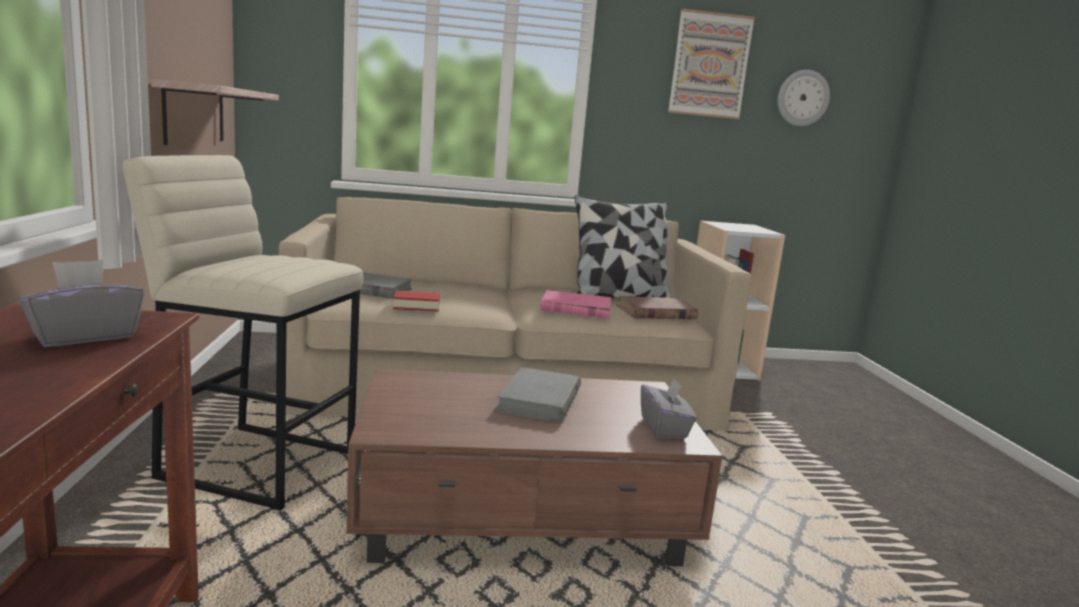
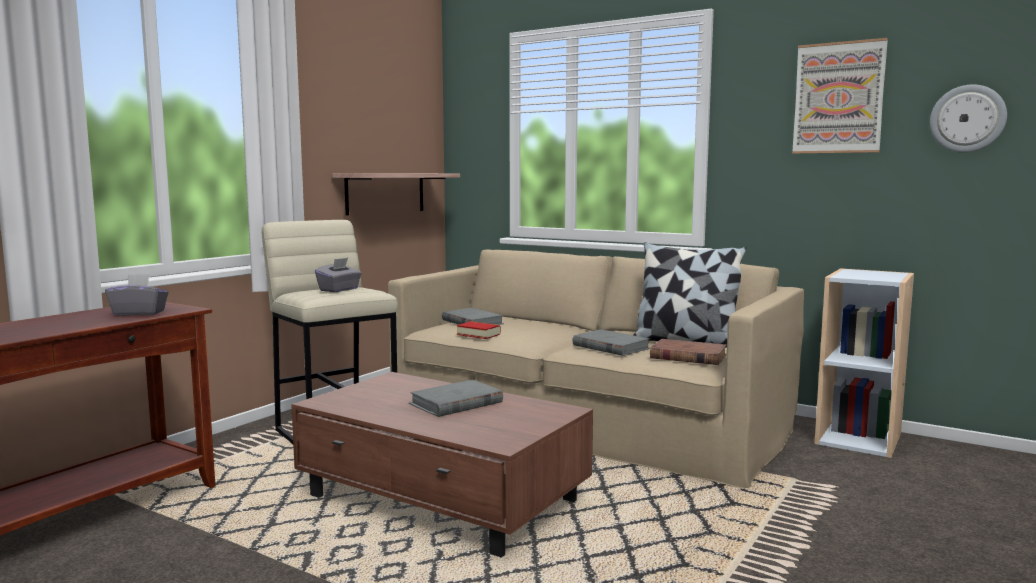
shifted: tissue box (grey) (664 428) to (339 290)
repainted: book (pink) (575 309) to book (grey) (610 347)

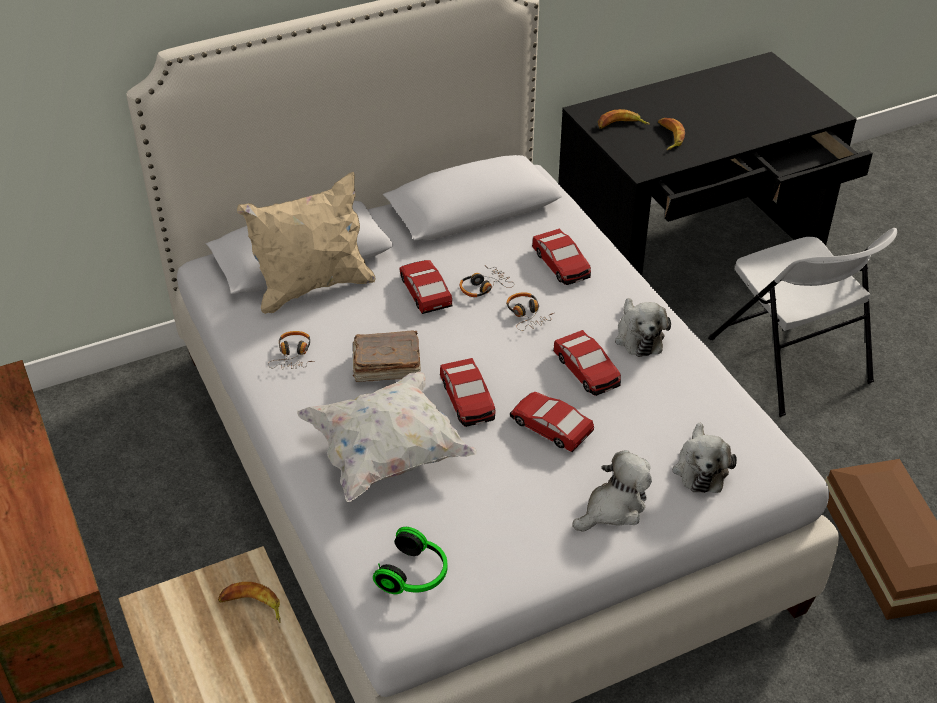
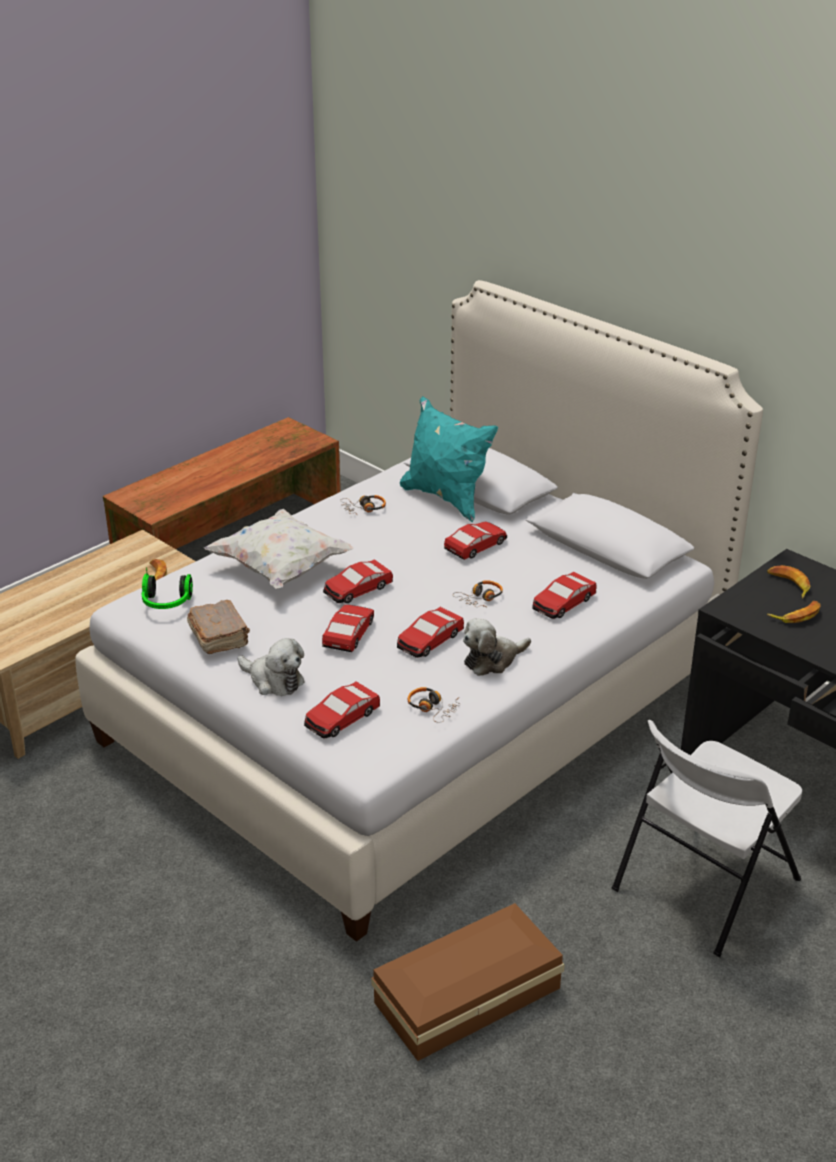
shifted: book (brown) (386 367) to (219 637); headphones (484 287) to (432 708)
swapped: plush toy (700 468) to toy car (342 718)
repainted: pillow (beige) (312 287) to pillow (turquoise) (446 498)

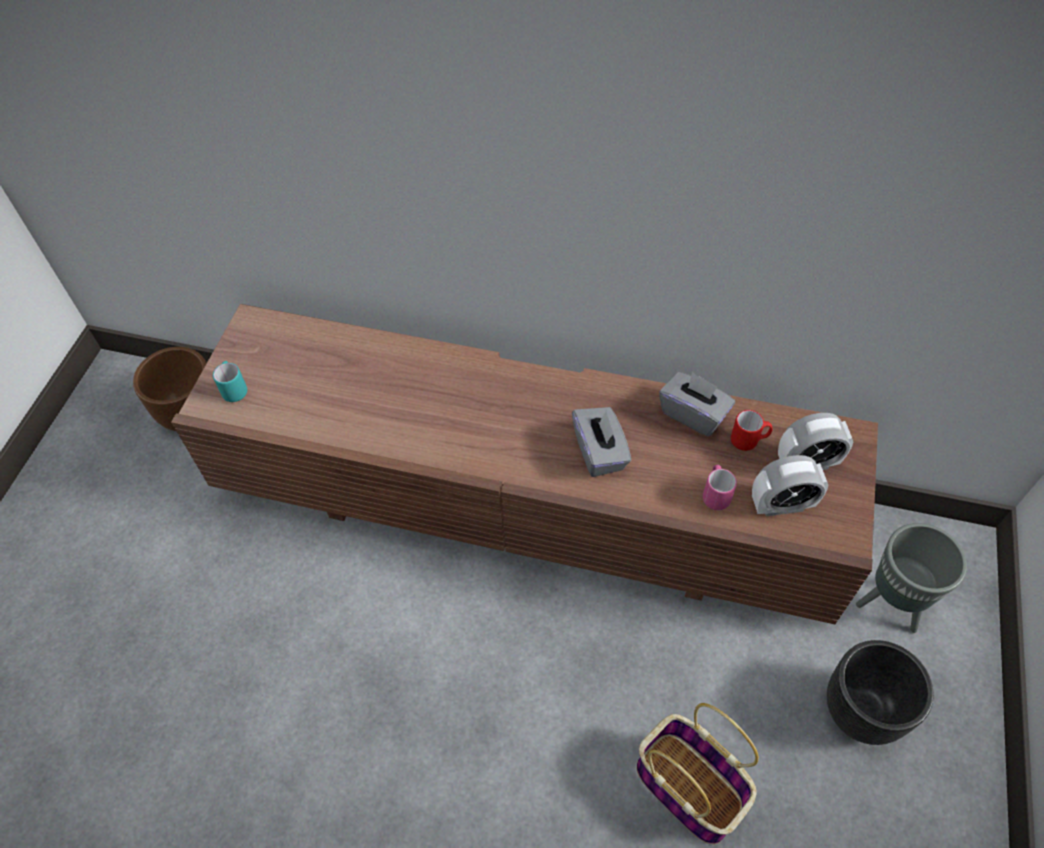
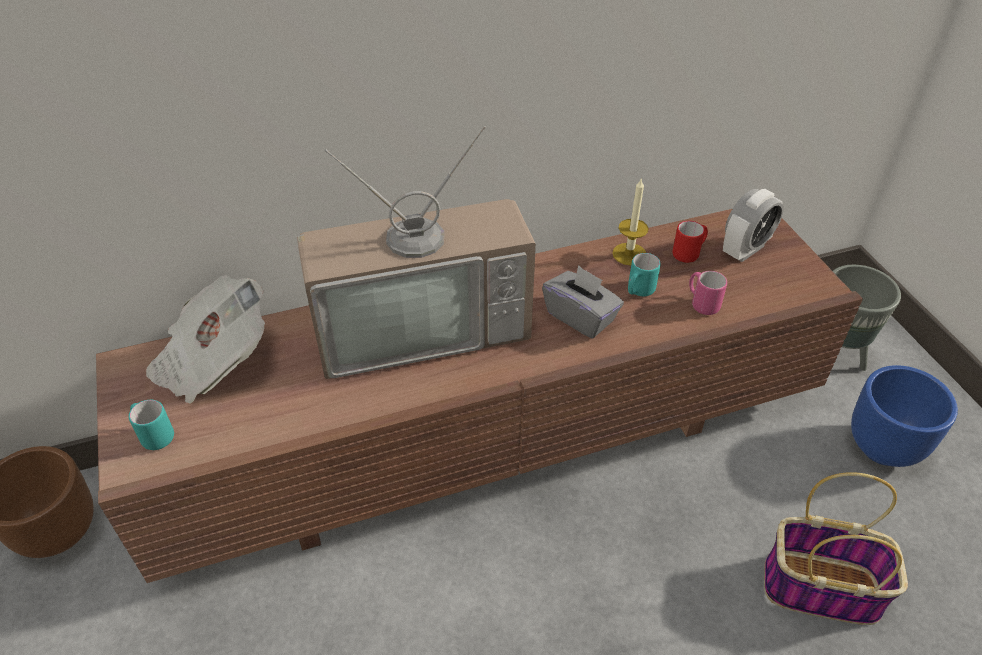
gone: alarm clock (781 505)
new: newspaper (213 361); television (422 324); mug (turquoise) (638 291)
swapped: tissue box (grey) (693 414) to candle (629 254)
repainted: planter (black) (861 711) to planter (blue) (883 447)

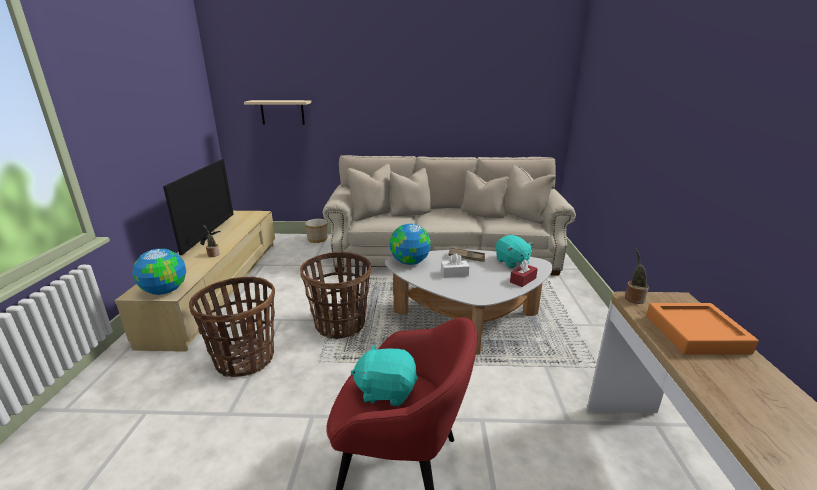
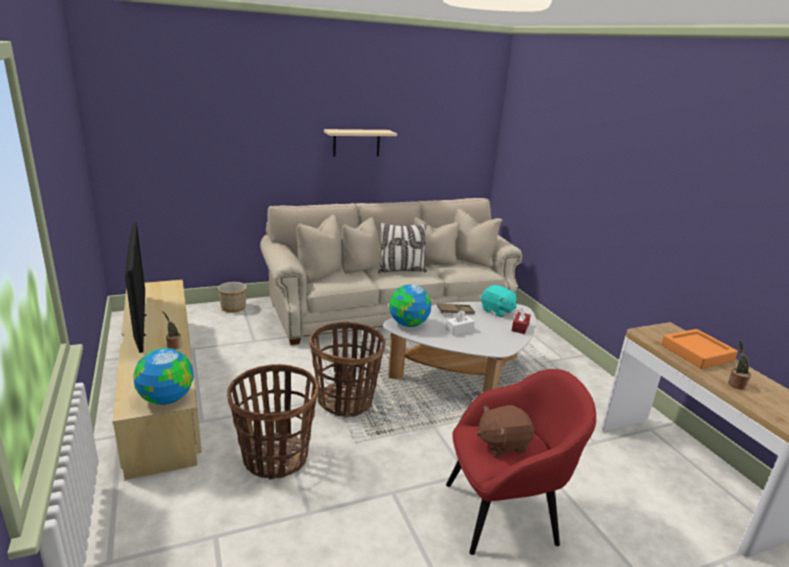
new: pillow (401 270)
shifted: shelf (beige) (282 112) to (356 143); potted plant (633 298) to (735 384)
repainted: plush toy (turquoise) (386 390) to plush toy (brown) (502 443)

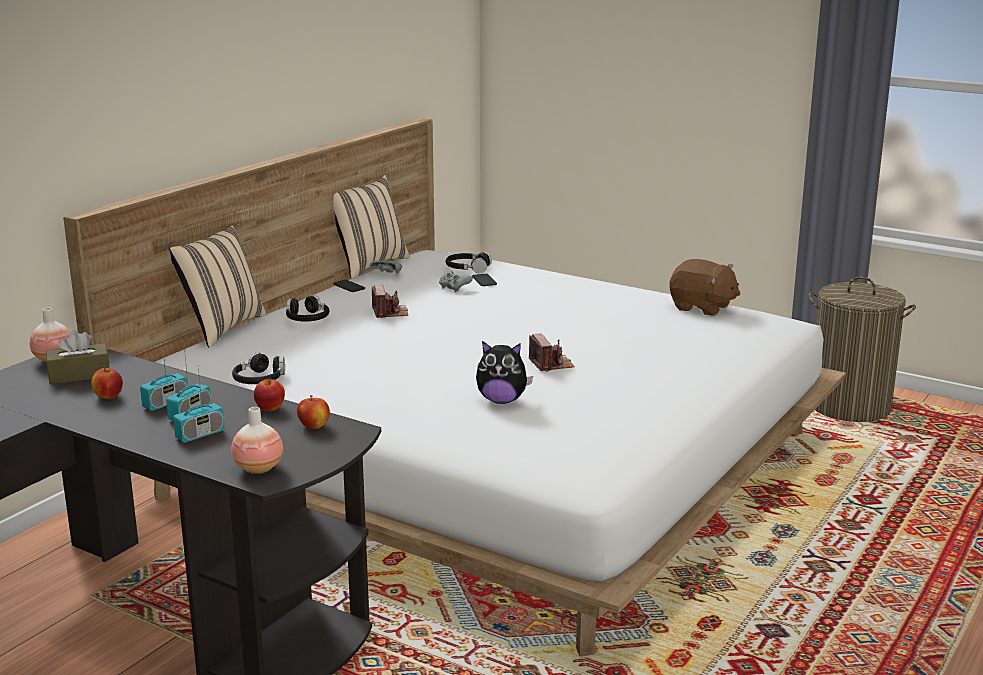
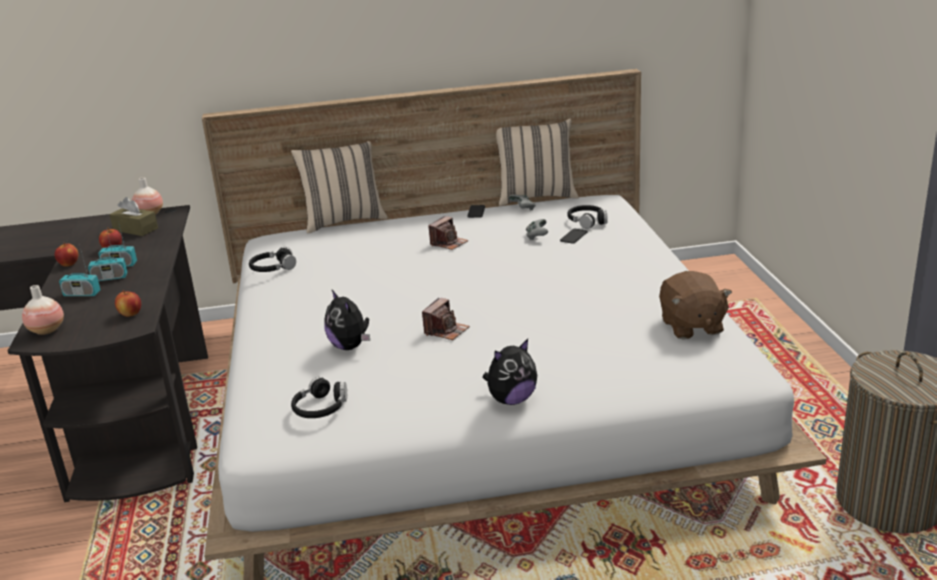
new: plush toy (511 400)
shifted: apple (270 408) to (69 264); headphones (black) (307 318) to (320 408)

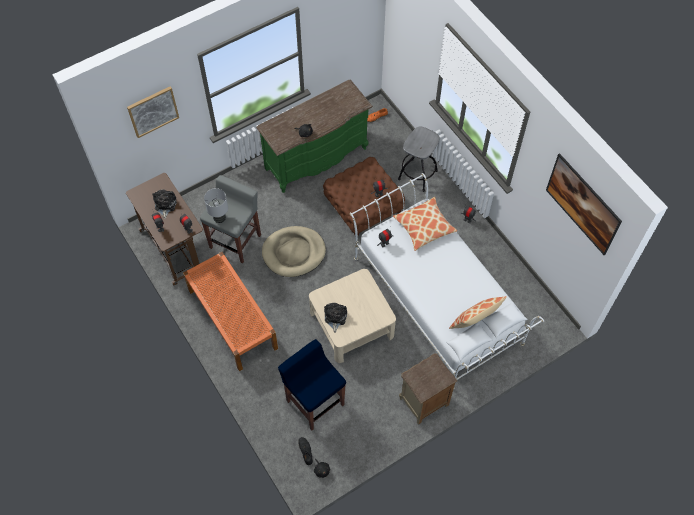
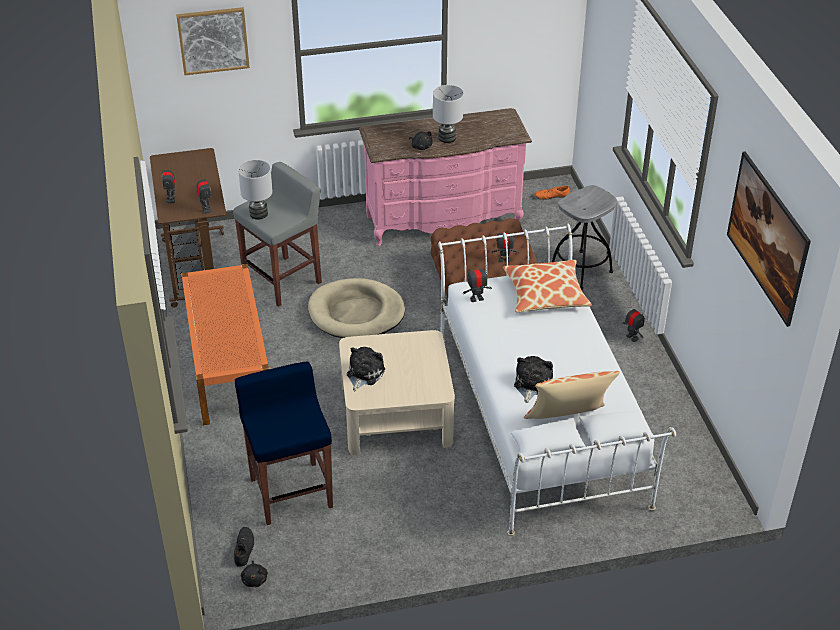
gone: nightstand (beige) (423 401)
new: table lamp (grey) (447 138)
shifted: plush toy (165 205) to (531 384)
repainted: dresser (green) (317 159) to dresser (pink) (444 222)

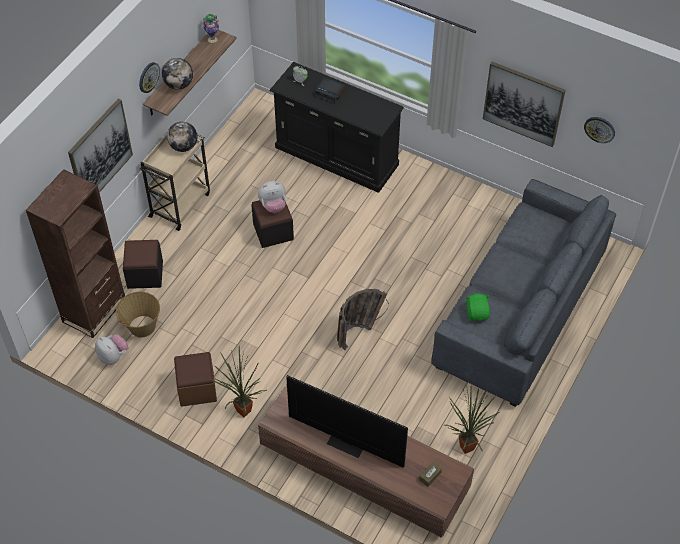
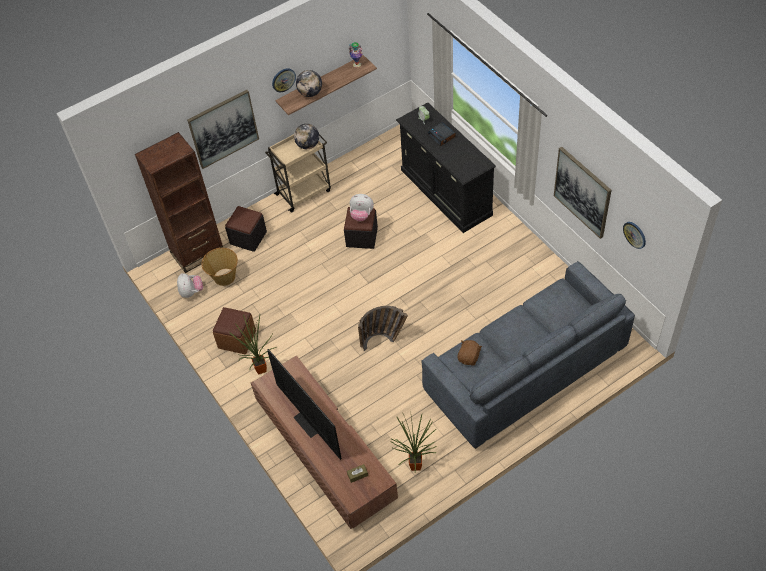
repainted: plush toy (green) (477 313) to plush toy (brown) (469 357)

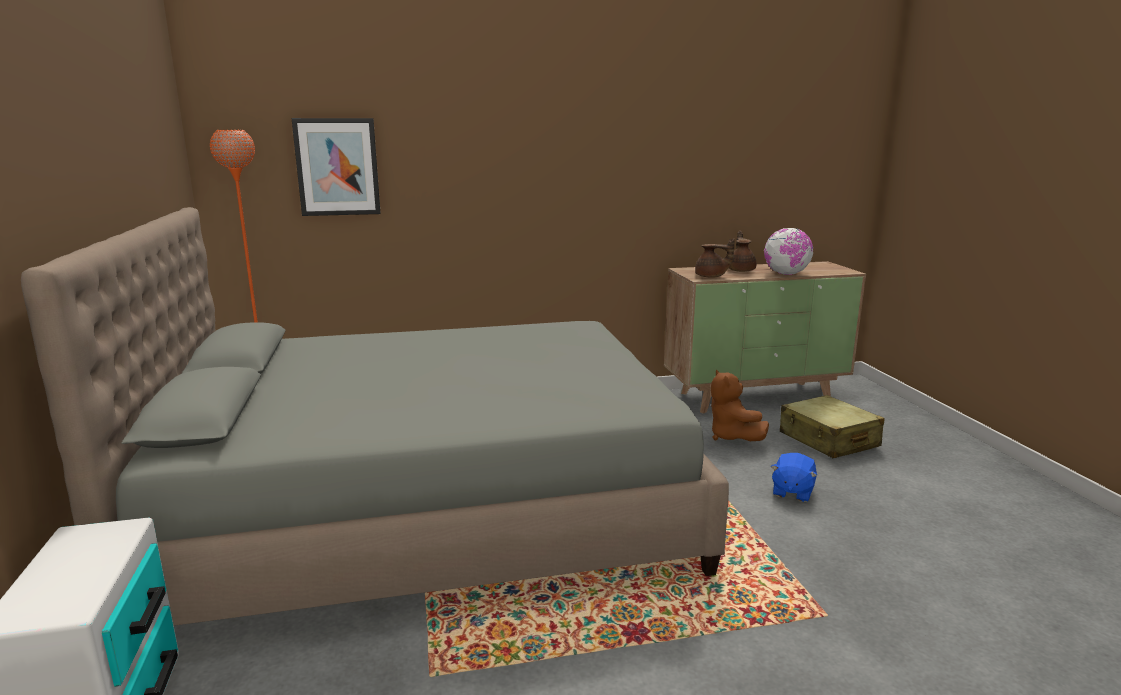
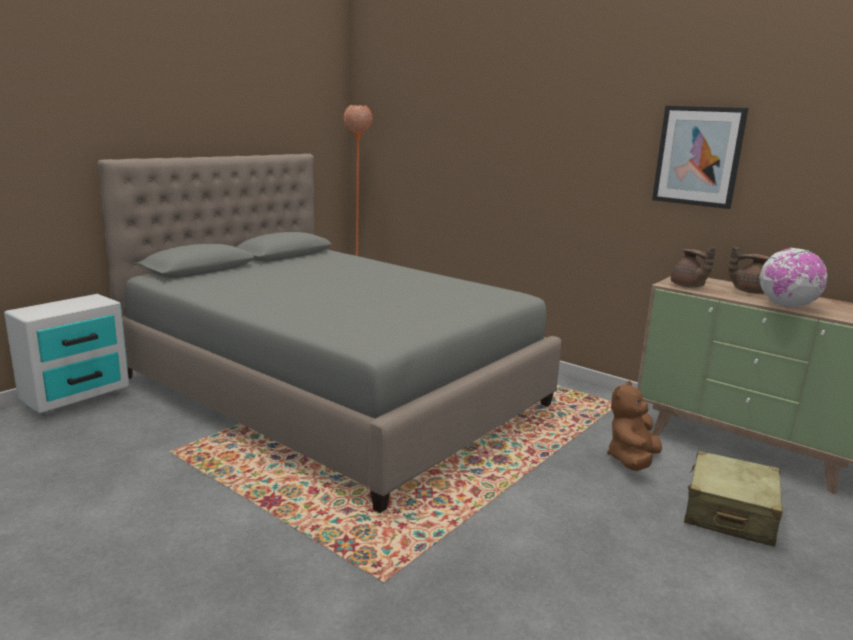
gone: plush toy (blue) (792 492)
shifted: picture (337 167) to (698 156)
rotated: teapot (brown) (741 270) = (748 291) 135 degrees counterclockwise

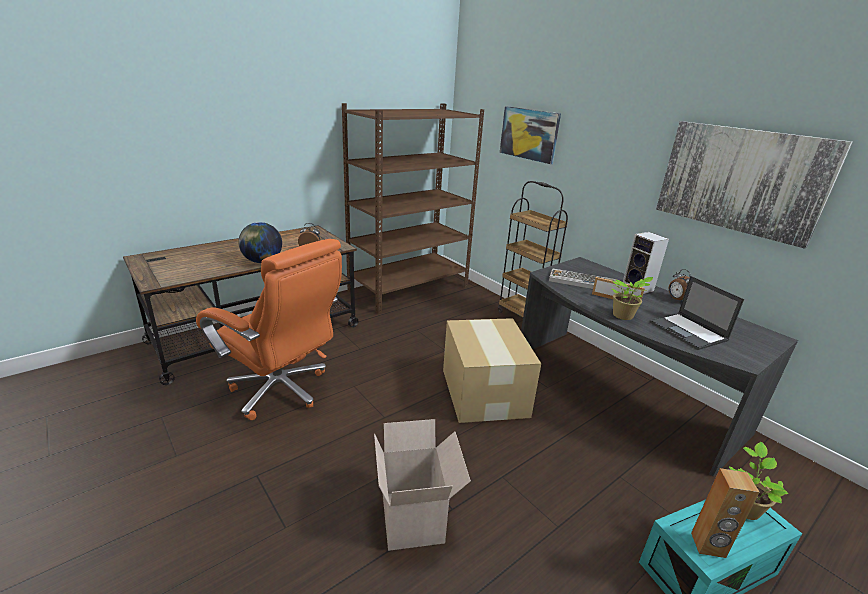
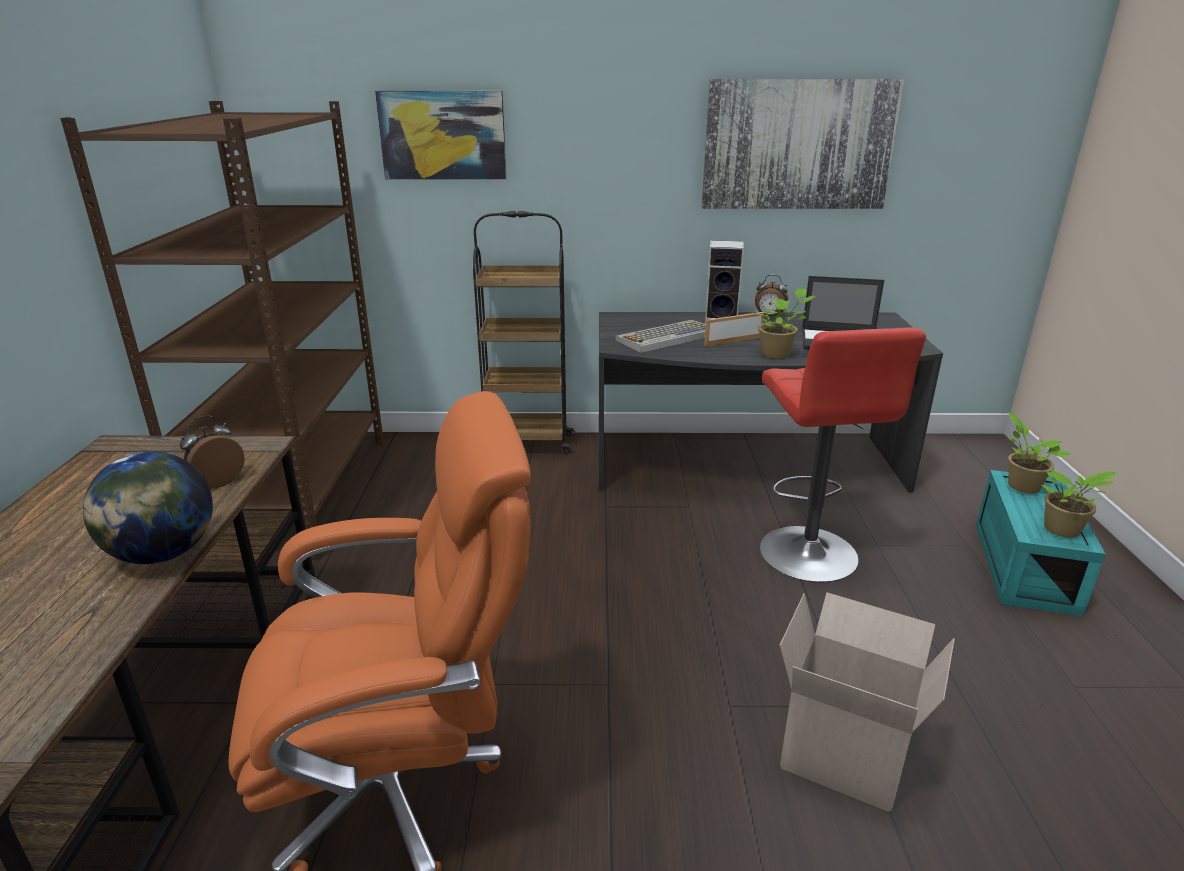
gone: cardboard box (484 391)
new: stool (red) (807 554)
swapped: speaker (brown) (708 545) to potted plant (1063 531)

